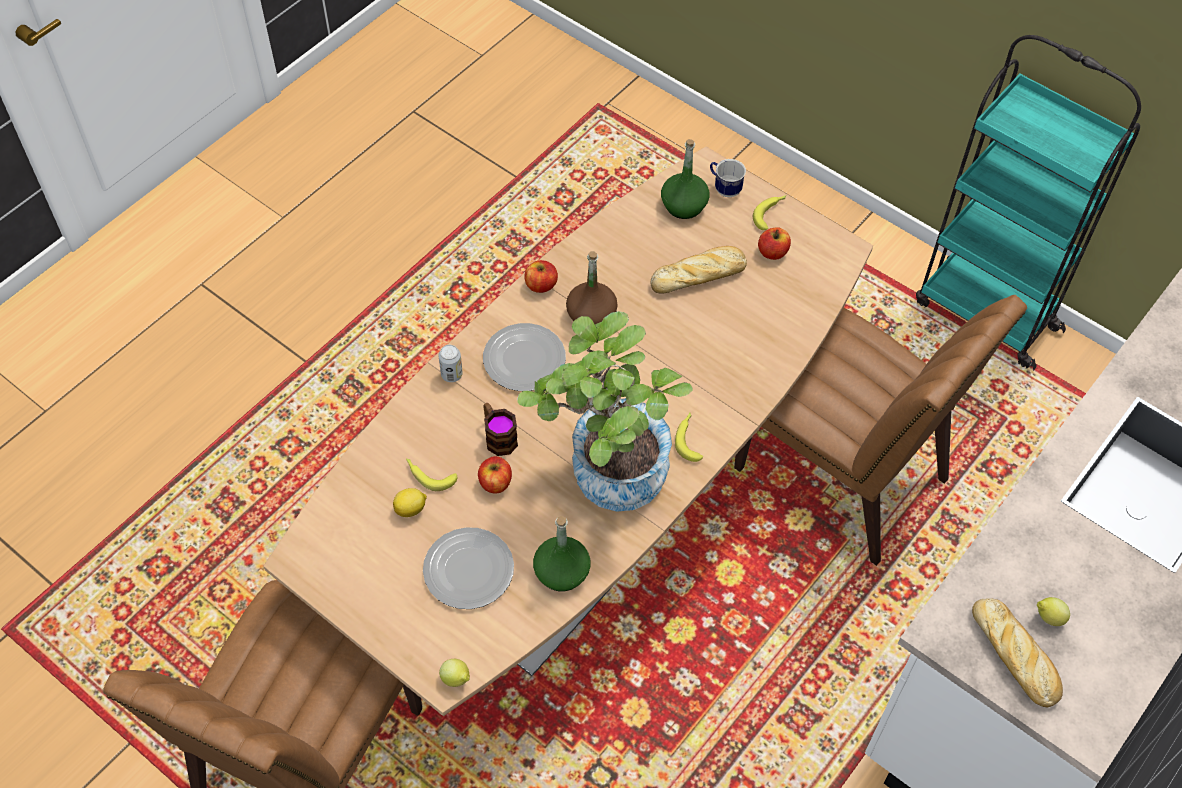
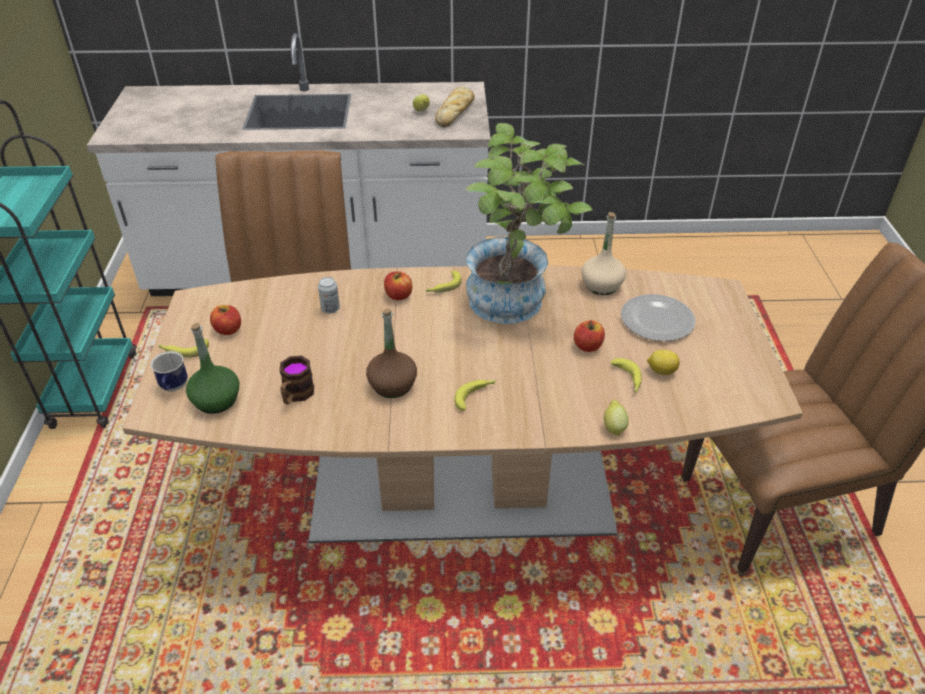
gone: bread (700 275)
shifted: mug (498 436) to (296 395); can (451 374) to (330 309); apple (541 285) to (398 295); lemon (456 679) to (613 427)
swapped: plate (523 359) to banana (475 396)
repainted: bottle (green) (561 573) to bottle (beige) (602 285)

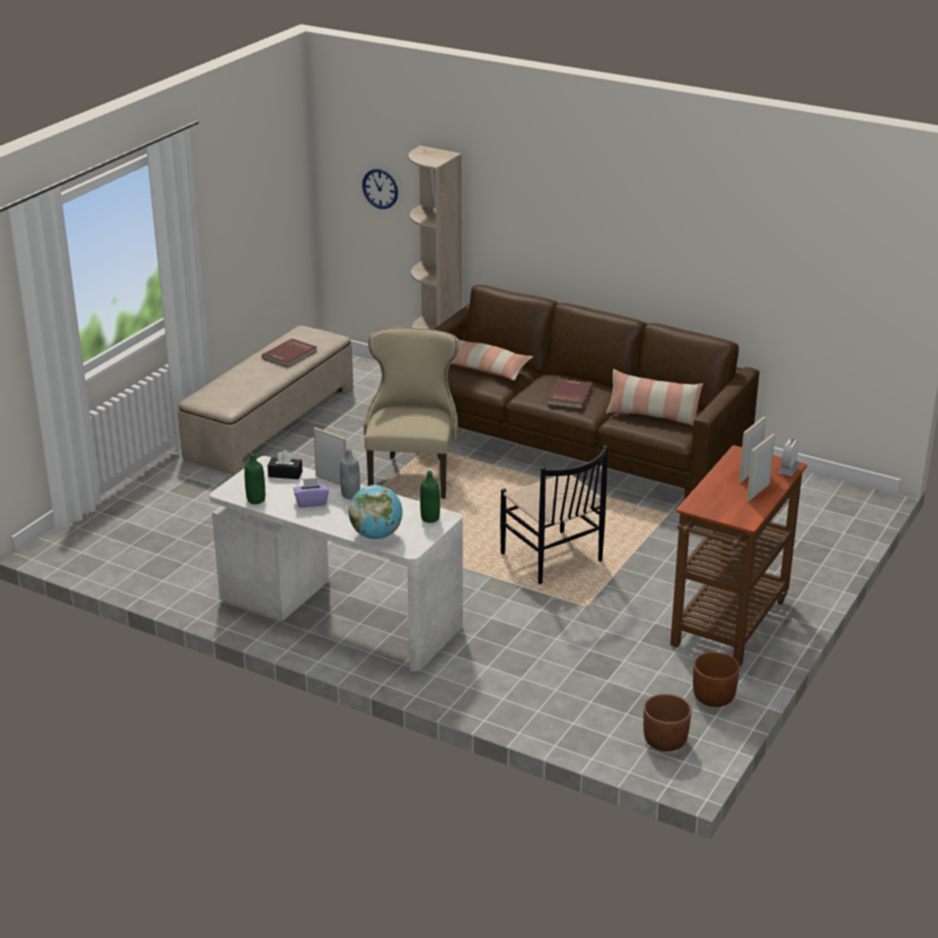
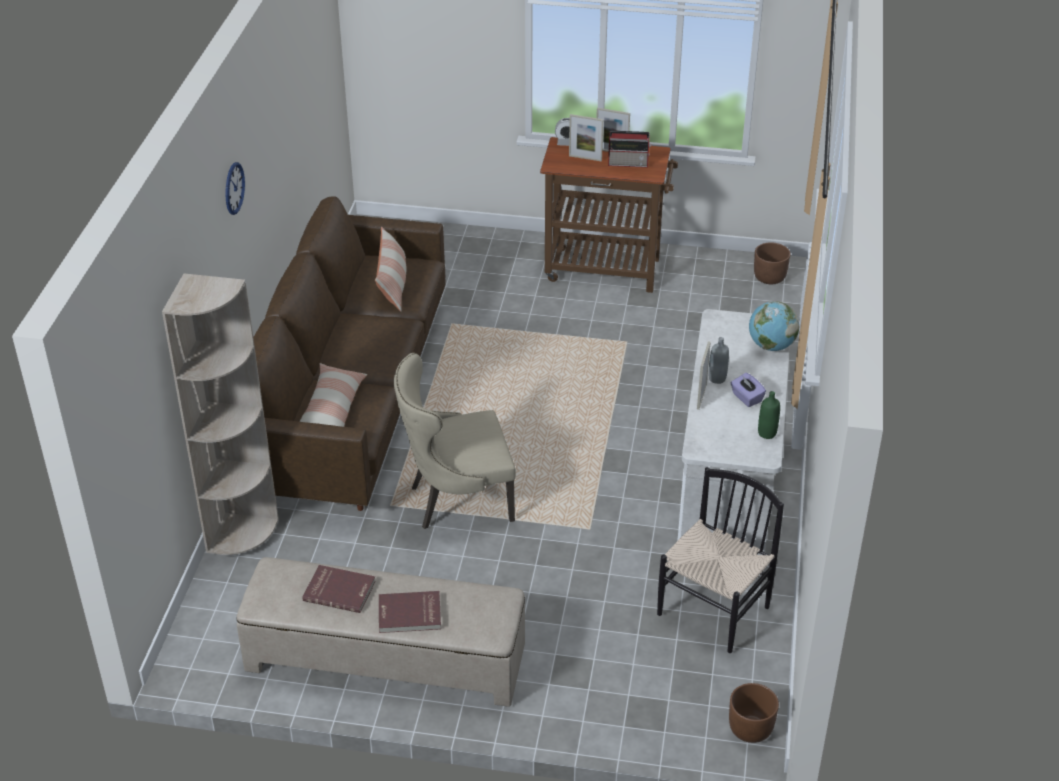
gone: tissue box (black) (285 474); bottle (green) (430 518)
new: radio (629 163)
shifted: wall clock (380 188) to (234 188); book (red) (569 396) to (409 614); chair (black) (553 559) to (716 608); planter (brown) (713 697) to (750 729)

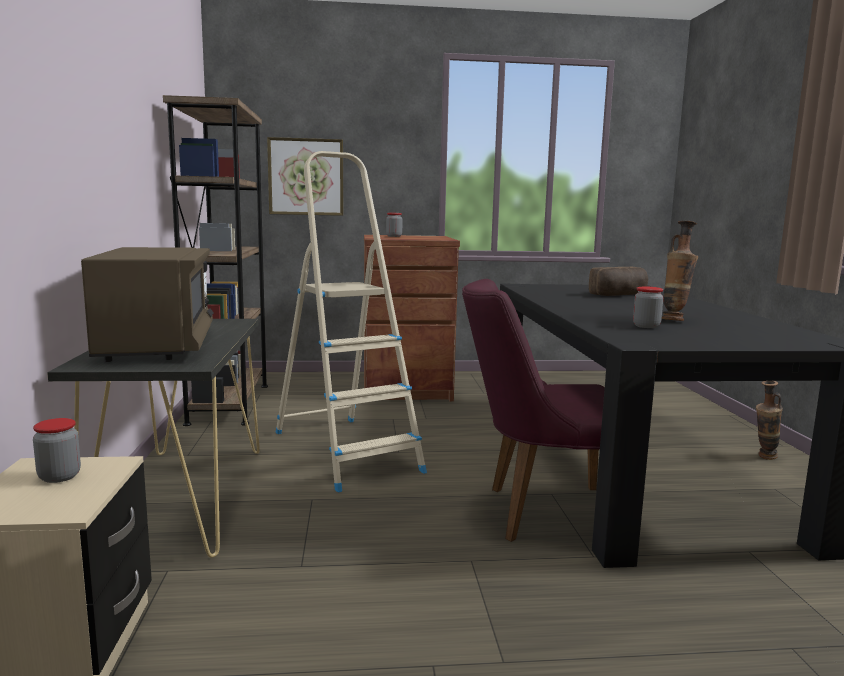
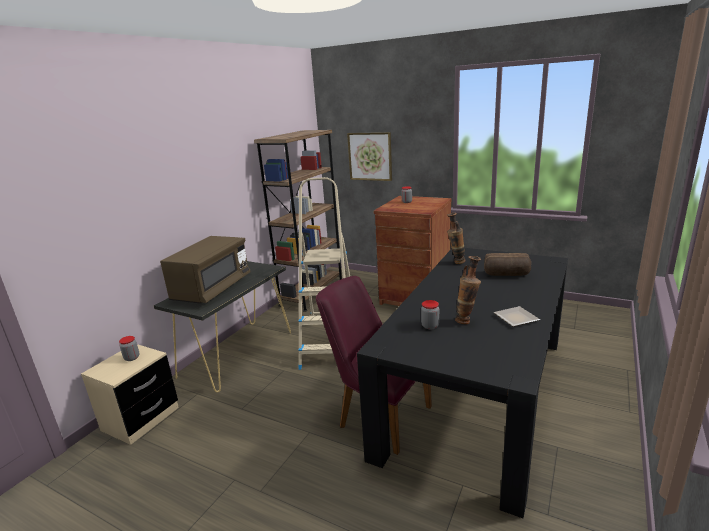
new: plate (514 318)
shifted: vase (764 458) to (455 262)

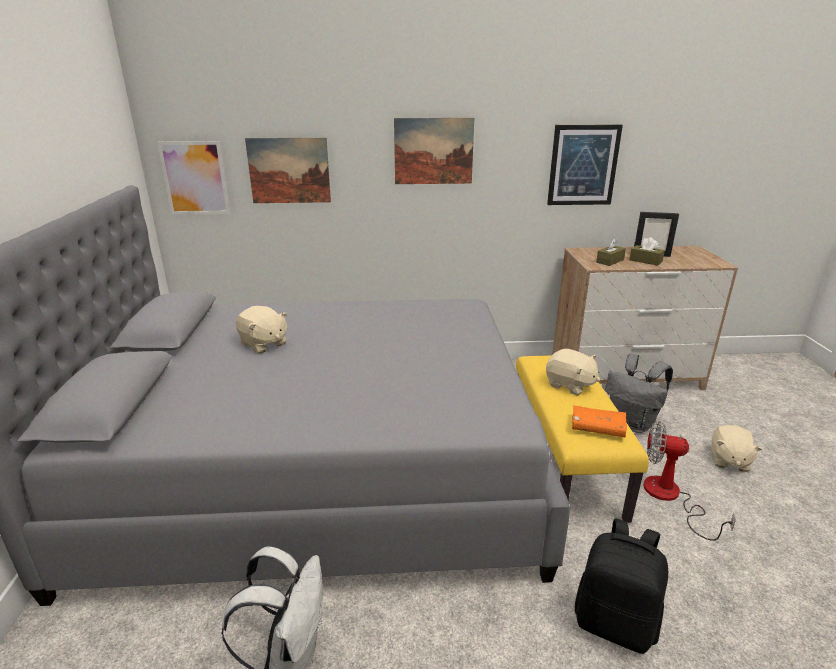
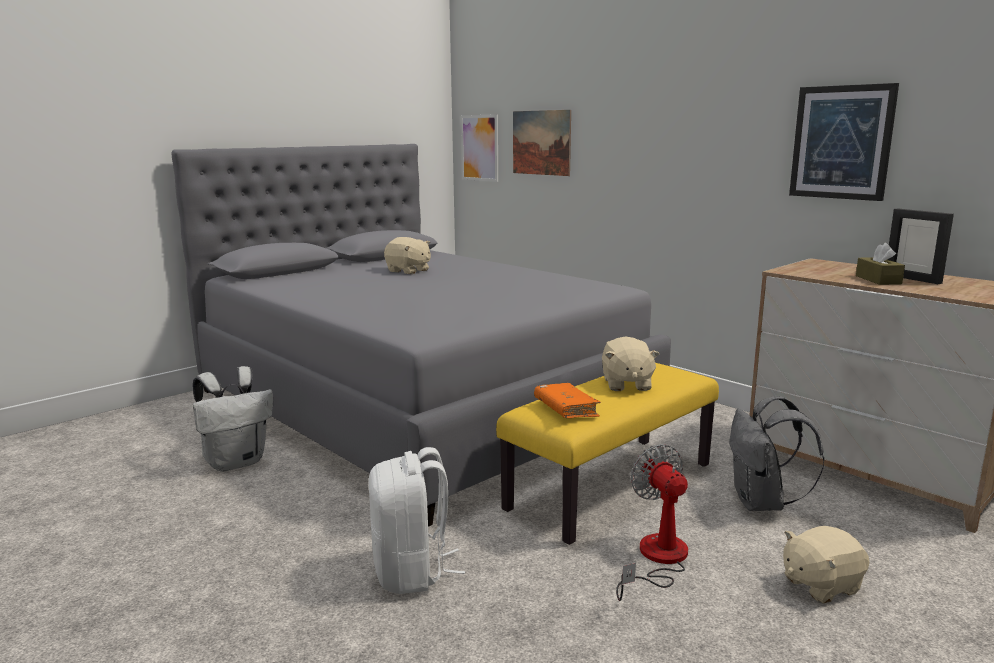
gone: picture (433 151); tissue box (brown) (610 261)
repainted: backpack (black) (615 623) to backpack (white) (412 571)
rotated: plush toy (beige) (263 344) = (408 271) 60 degrees counterclockwise

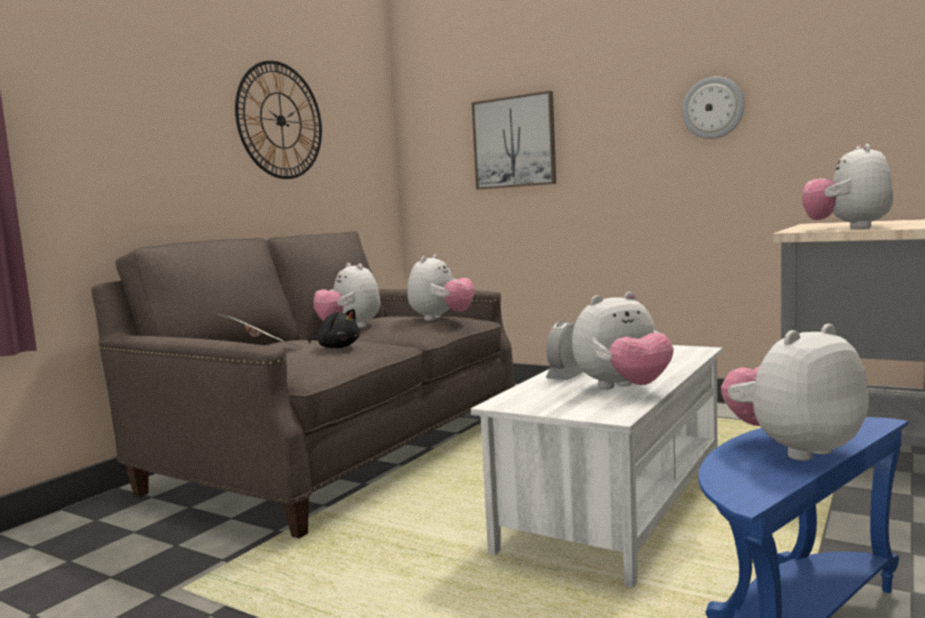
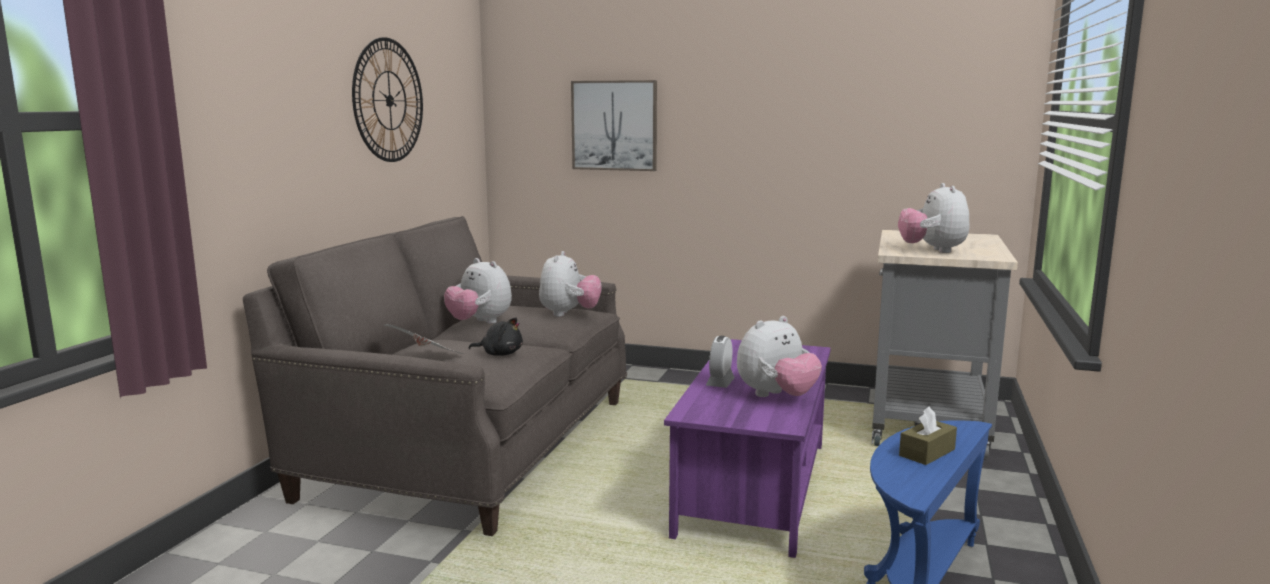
gone: wall clock (713 108)
swapped: plush toy (793 449) to tissue box (brown) (927 452)
repainted: coffee table (white) (616 505) to coffee table (purple) (753 487)

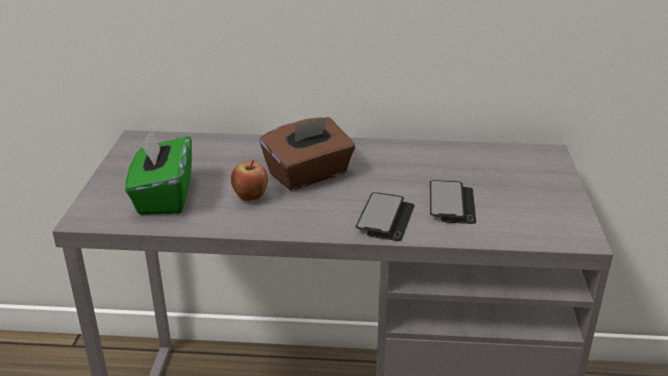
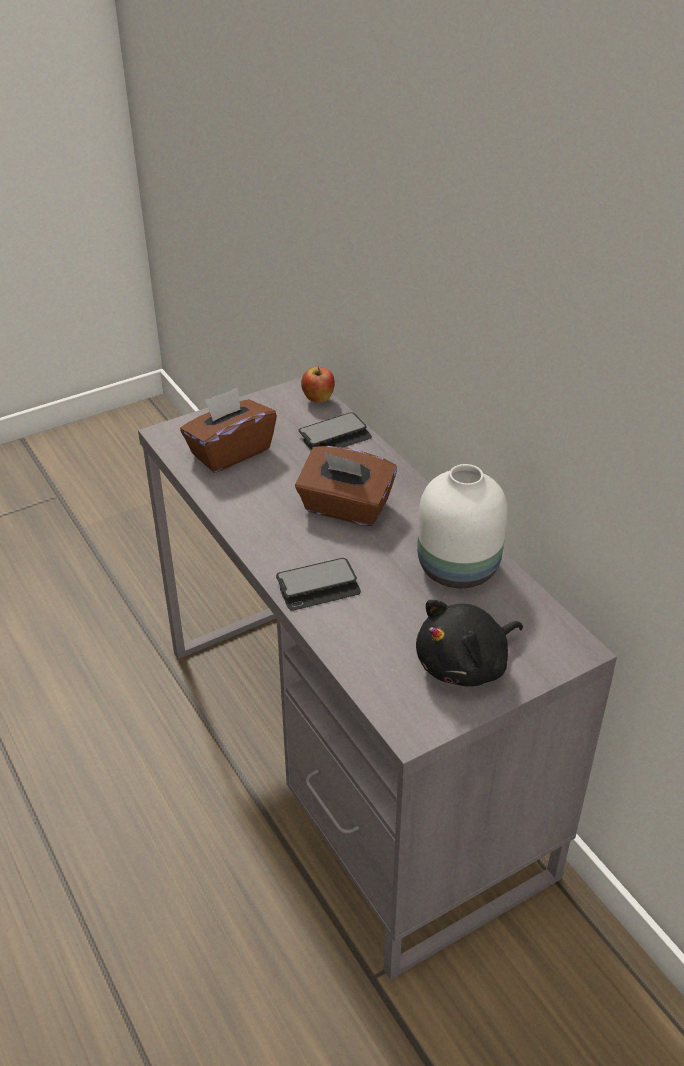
new: plush toy (black) (466 665); vase (white) (458 566)
shifted: phone (451 204) to (335 436); apple (250 198) to (318 400)
repainted: tissue box (green) (163 197) to tissue box (brown) (230 452)

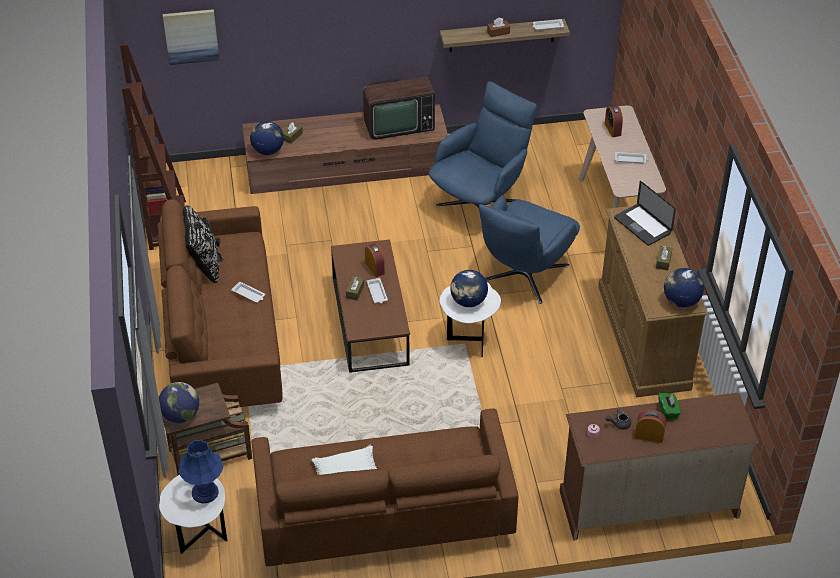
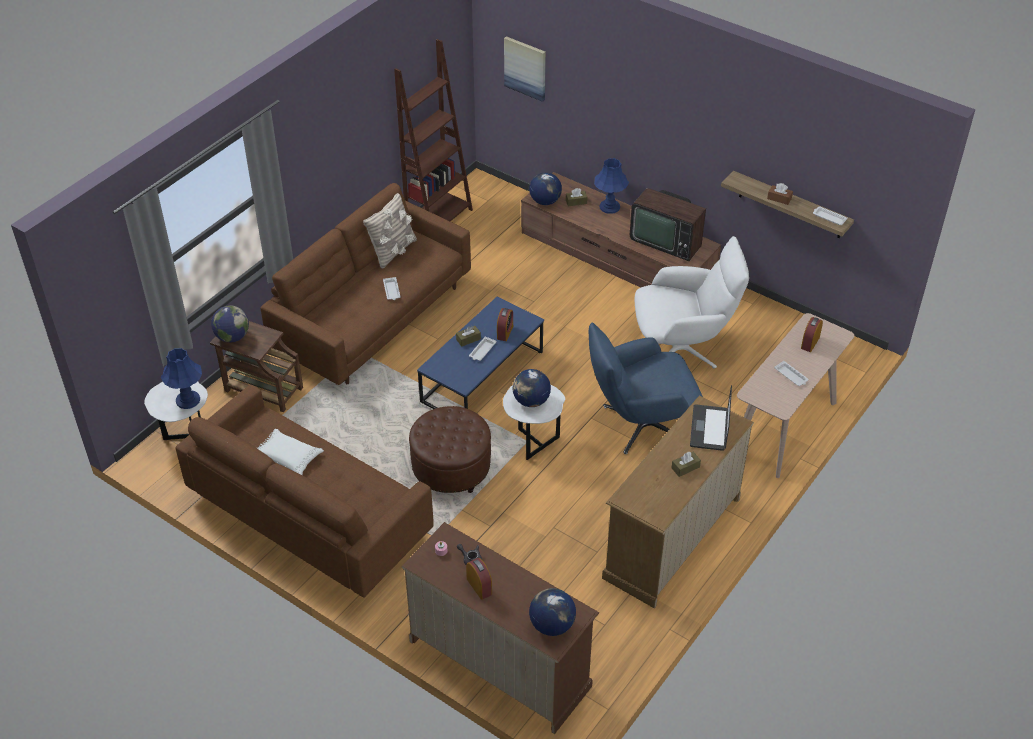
gone: tissue box (green) (668 411)
new: ottoman (brown) (451 470); table lamp (blue) (609 207)
shifted: globe (681 301) to (551 625)
repainted: pillow (black) (205 264) to pillow (beige) (393 251); coffee table (brown) (370 322) to coffee table (blue) (482 377); armchair (blue) (481 203) to armchair (white) (682 347)

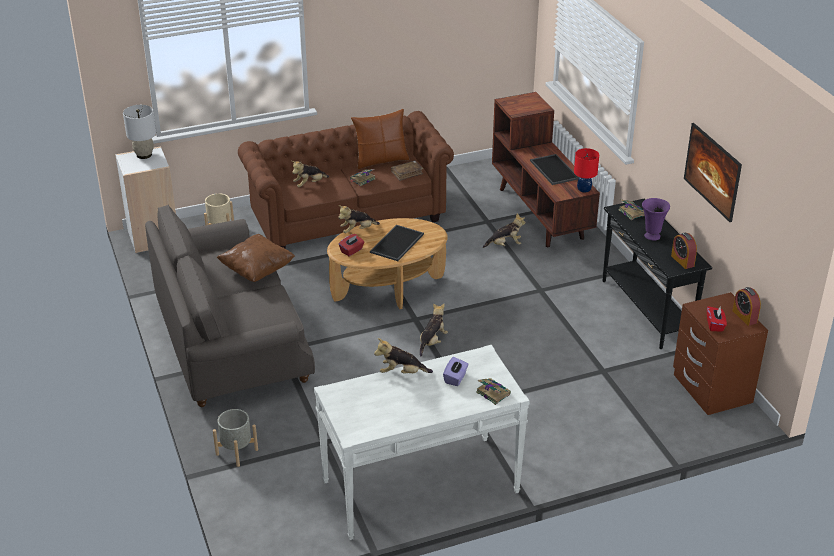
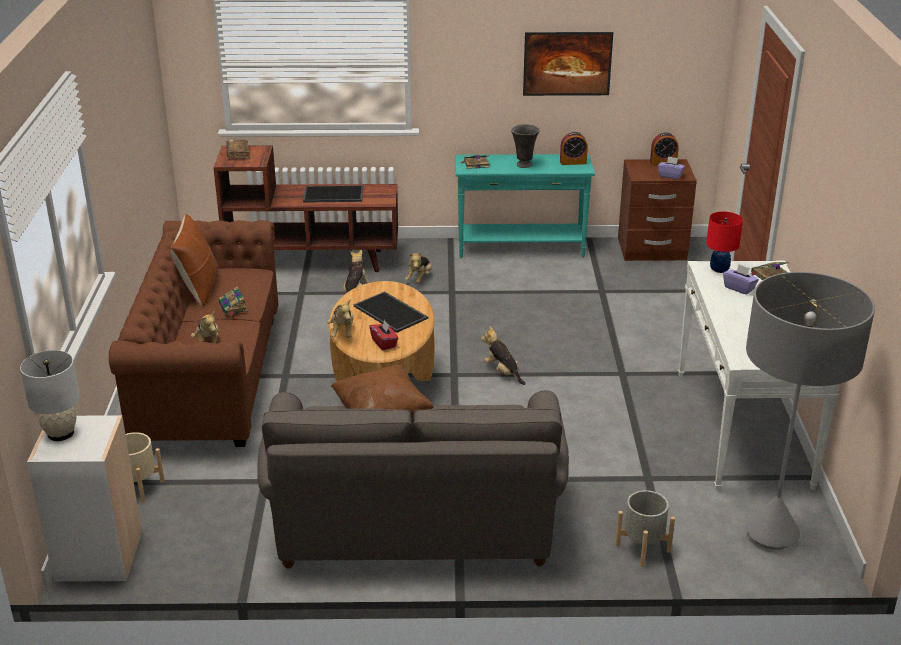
new: floor lamp (grey) (771 535)
shifted: book (brown) (407 173) to (238 154); plush toy (402 373) to (419 278); table lamp (red) (583 190) to (719 270)
repainted: console table (black) (647 310) to console table (turquoise) (521 248); vase (purple) (651 236) to vase (grey) (524 165); tissue box (red) (715 325) to tissue box (purple) (670 176)

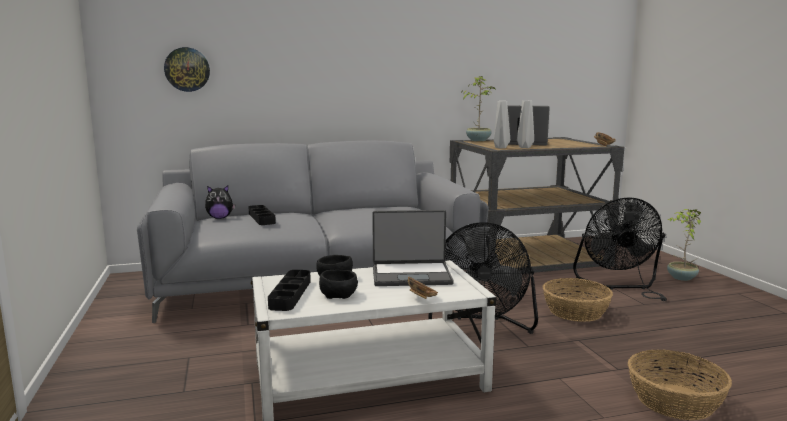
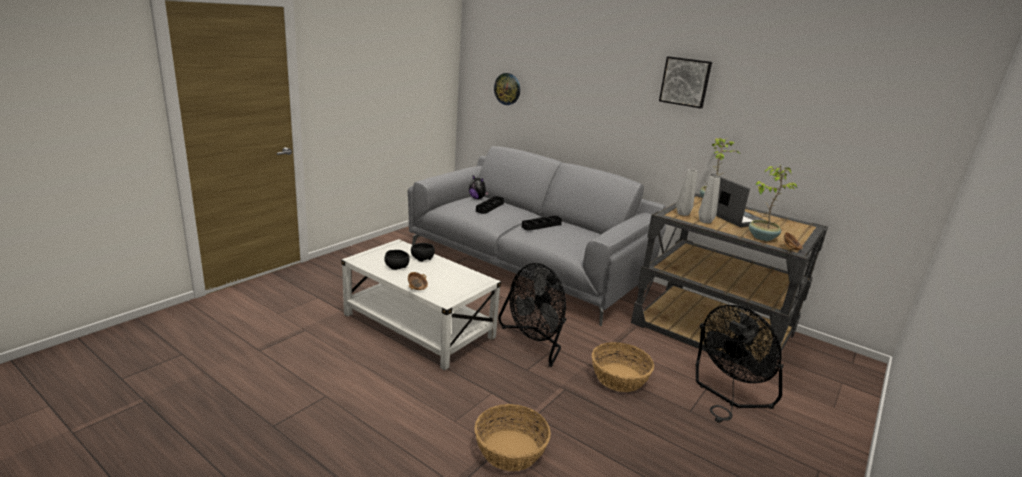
gone: laptop (411 275)
new: picture (685 82)
shifted: tray (black) (290 294) to (541 225); potted plant (681 278) to (761 237)

